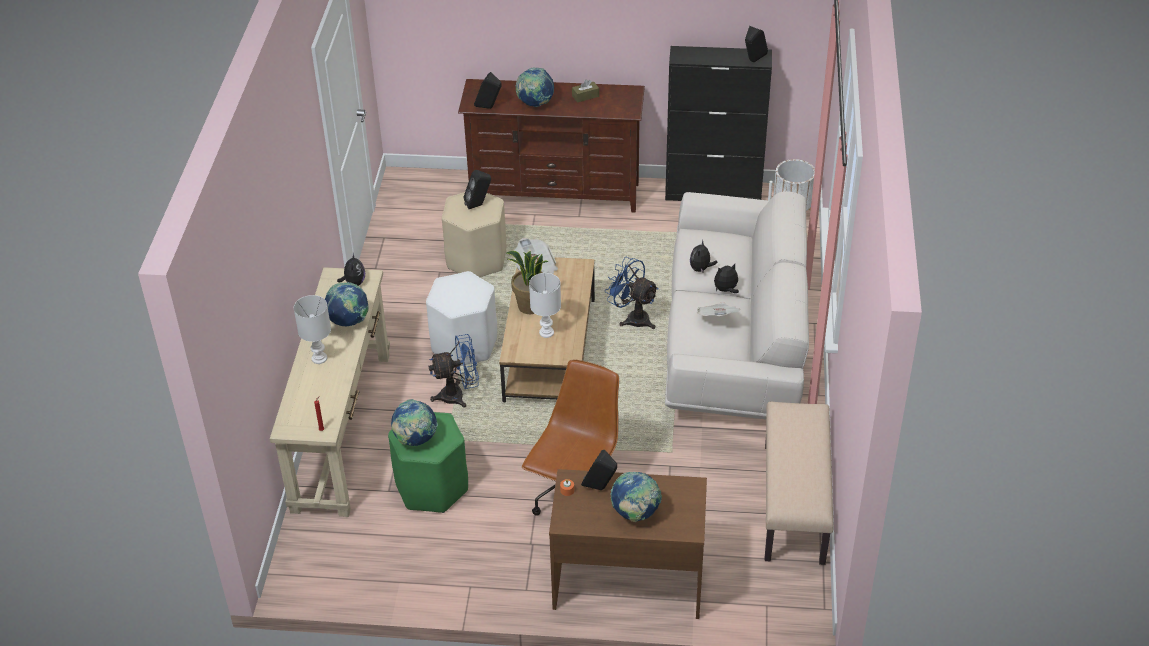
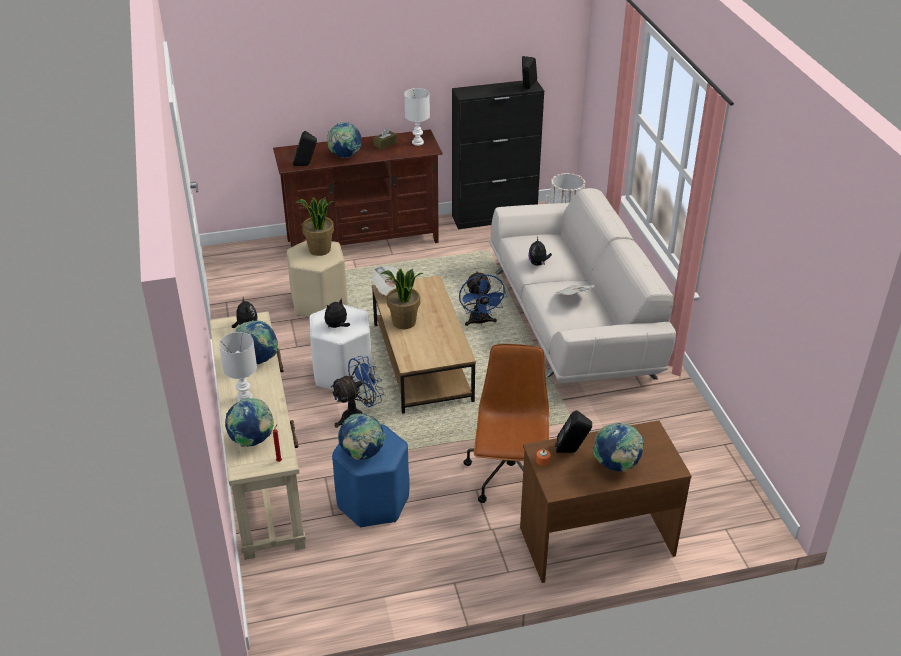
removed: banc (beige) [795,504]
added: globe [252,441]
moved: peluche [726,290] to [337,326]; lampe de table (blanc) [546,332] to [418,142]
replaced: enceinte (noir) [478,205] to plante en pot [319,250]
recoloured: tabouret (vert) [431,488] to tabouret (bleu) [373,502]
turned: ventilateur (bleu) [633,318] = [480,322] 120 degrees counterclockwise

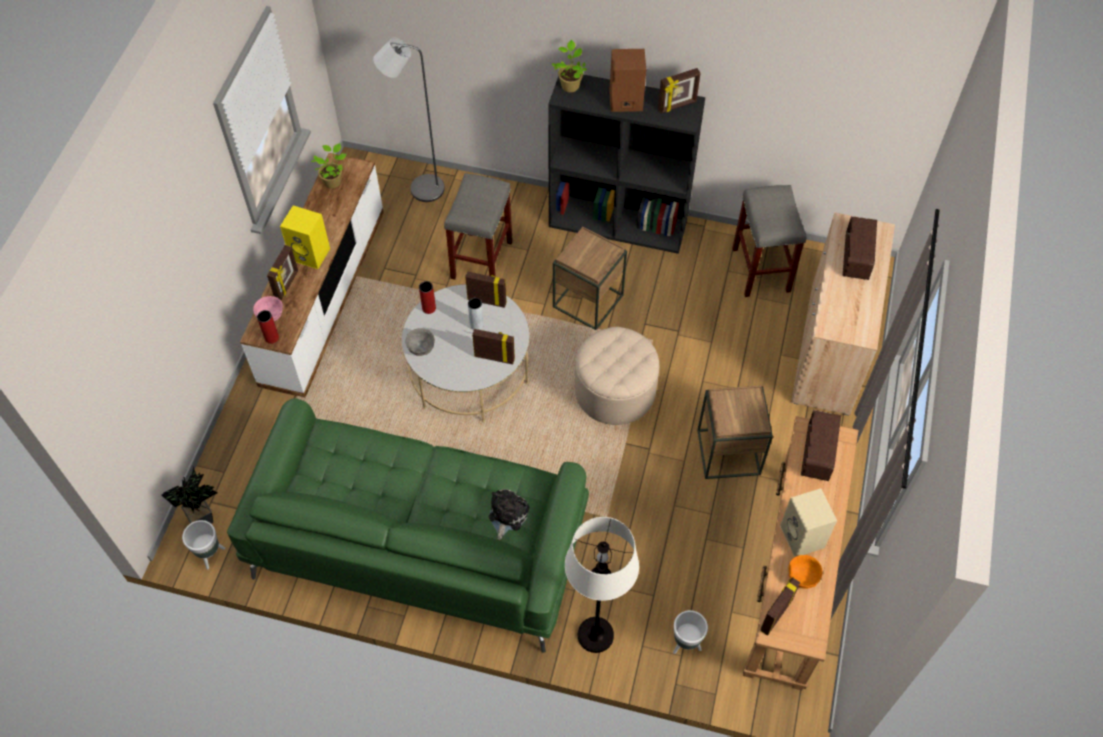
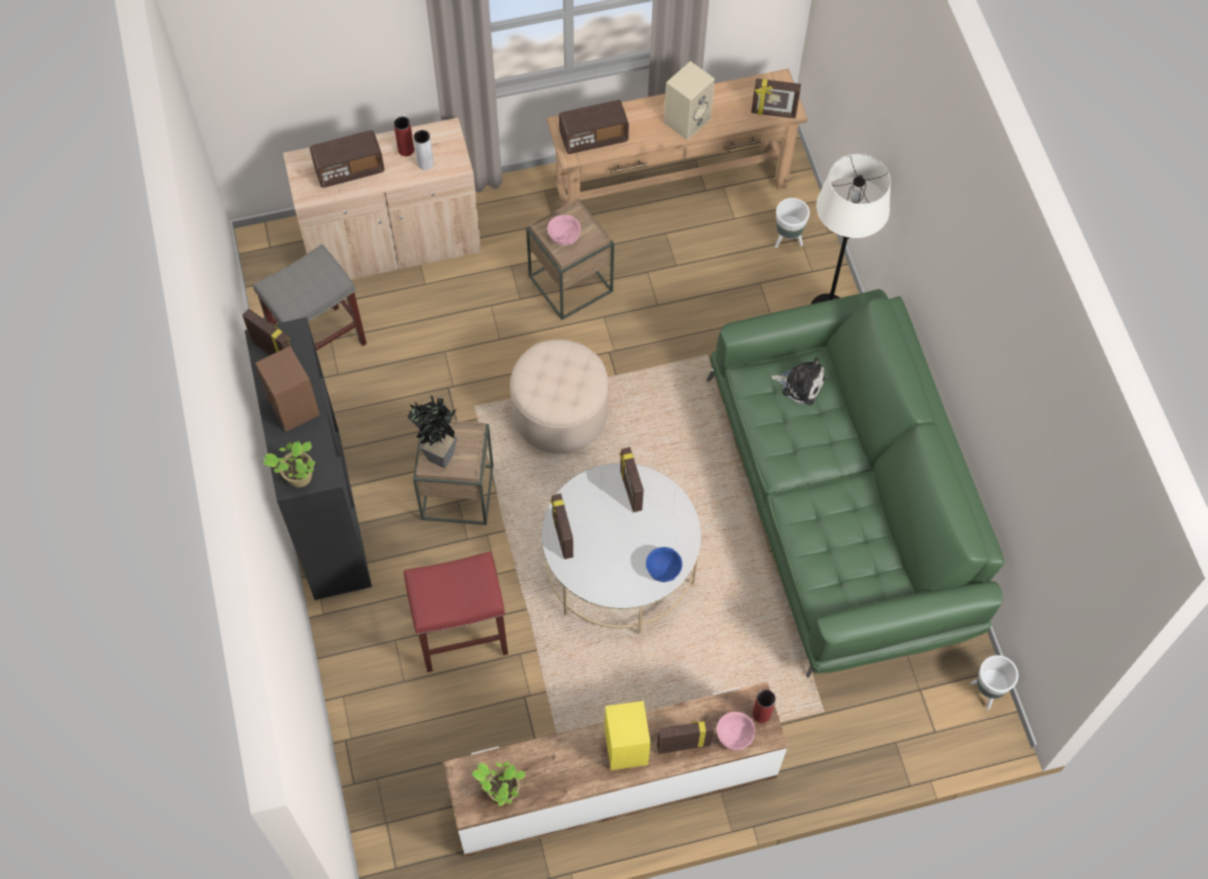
removed: lampadaire (gris) [420,189]; bol (orange) [803,576]
added: bol (rose) [564,236]
moved: vase (rouge) [429,308] to [406,150]; plante en pot [206,520] to [438,453]; vase (gris) [476,324] to [425,163]
recoloured: tabouret (gris) [482,261] to tabouret (rouge) [463,634]; bol (gris) [421,347] to bol (bleu) [663,569]
turned: peluche [507,515] = [800,384] 150 degrees counterclockwise

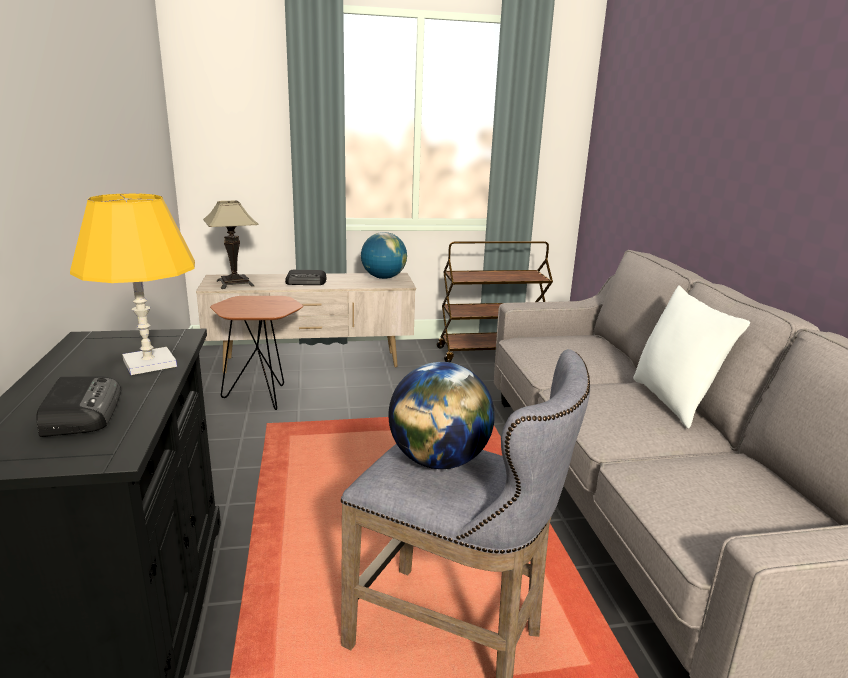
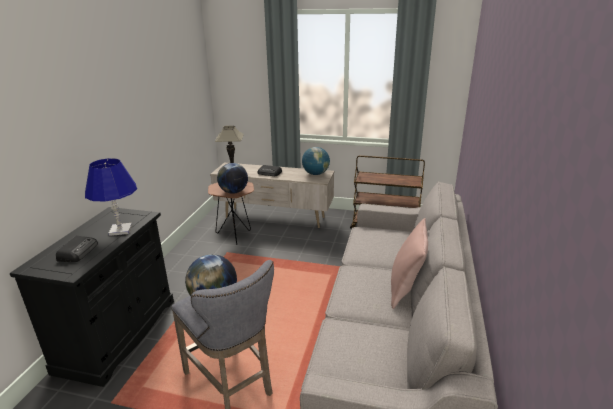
added: globe [233,192]
recoloured: lampe de table (jaune) [149,363] to lampe de table (bleu) [120,230]; coussin (blanc) [673,401] to coussin (rose) [406,289]

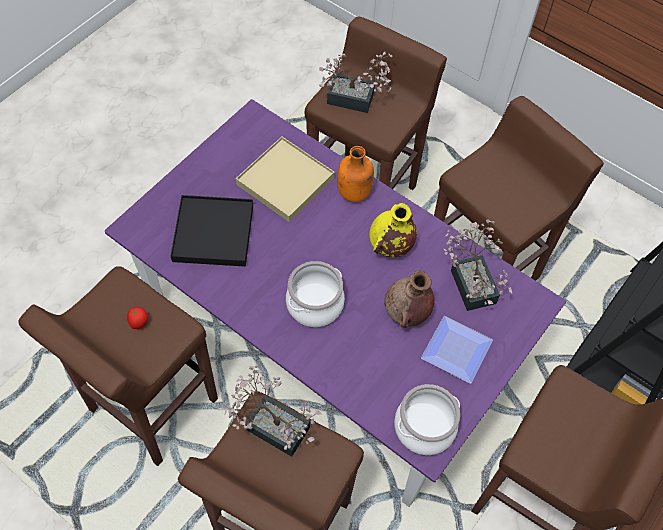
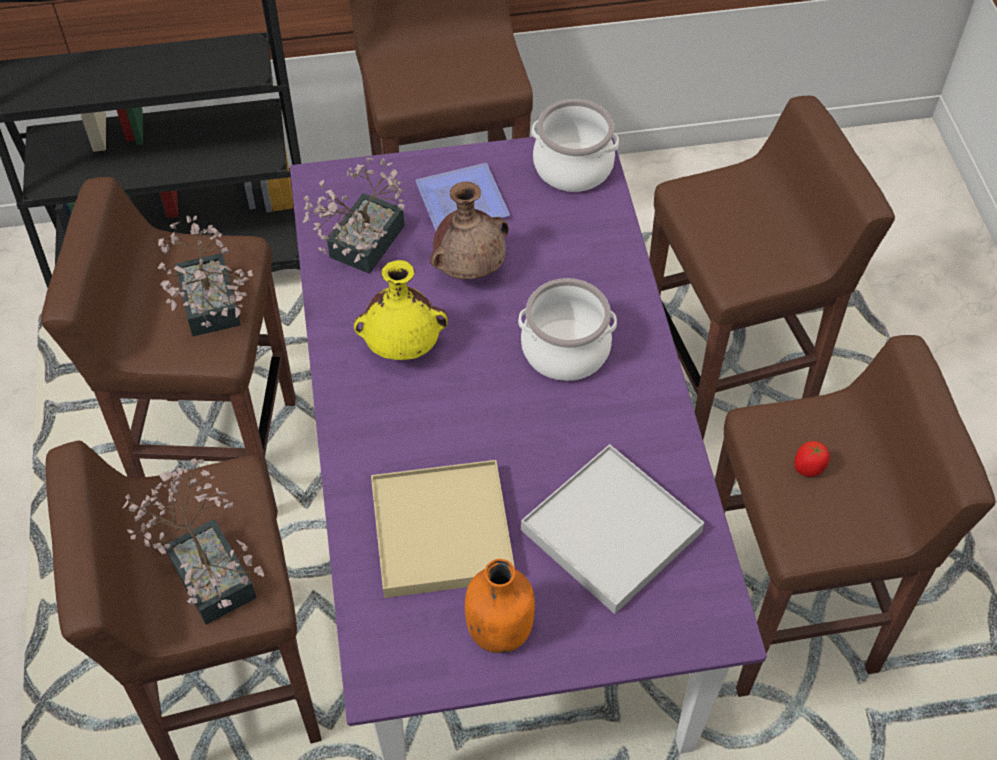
moved: plante en pot [272,424] to [211,311]; bouteille (orange) [354,193] to [500,629]
recoloured: plateau (noir) [213,233] to plateau (blanc) [611,531]

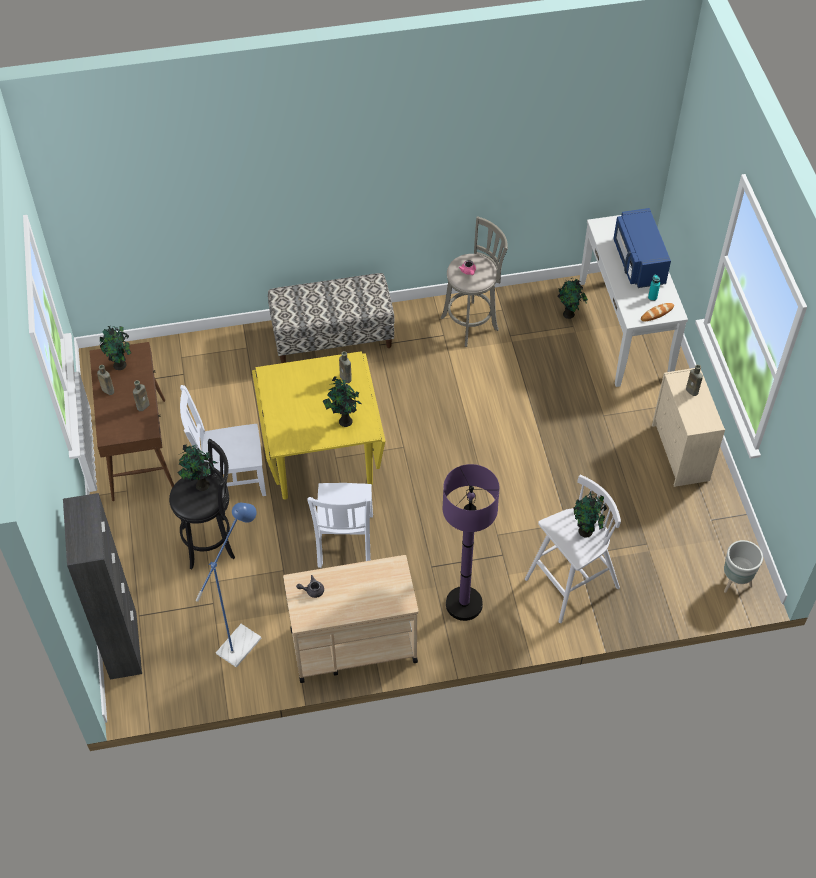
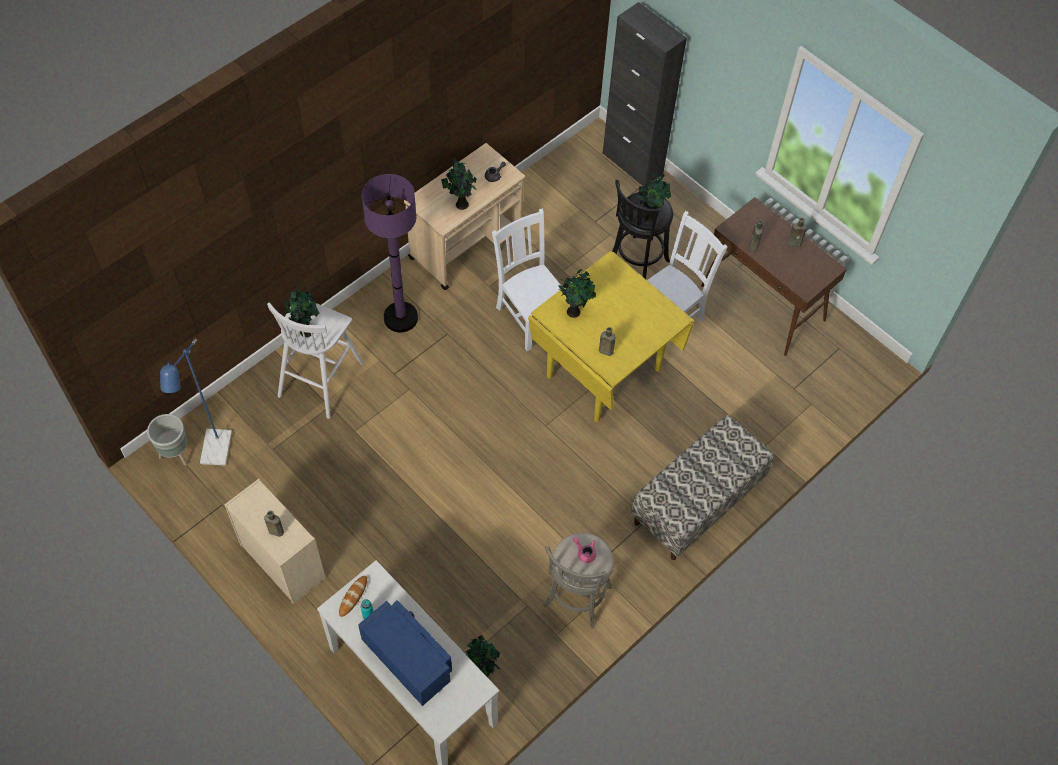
moved: lampadaire (bleu) [244,639] to [215,455]; plante en pot [120,365] to [460,204]

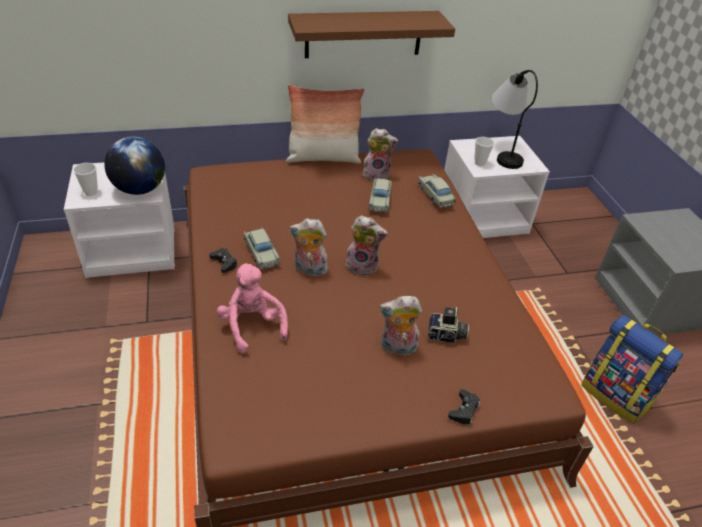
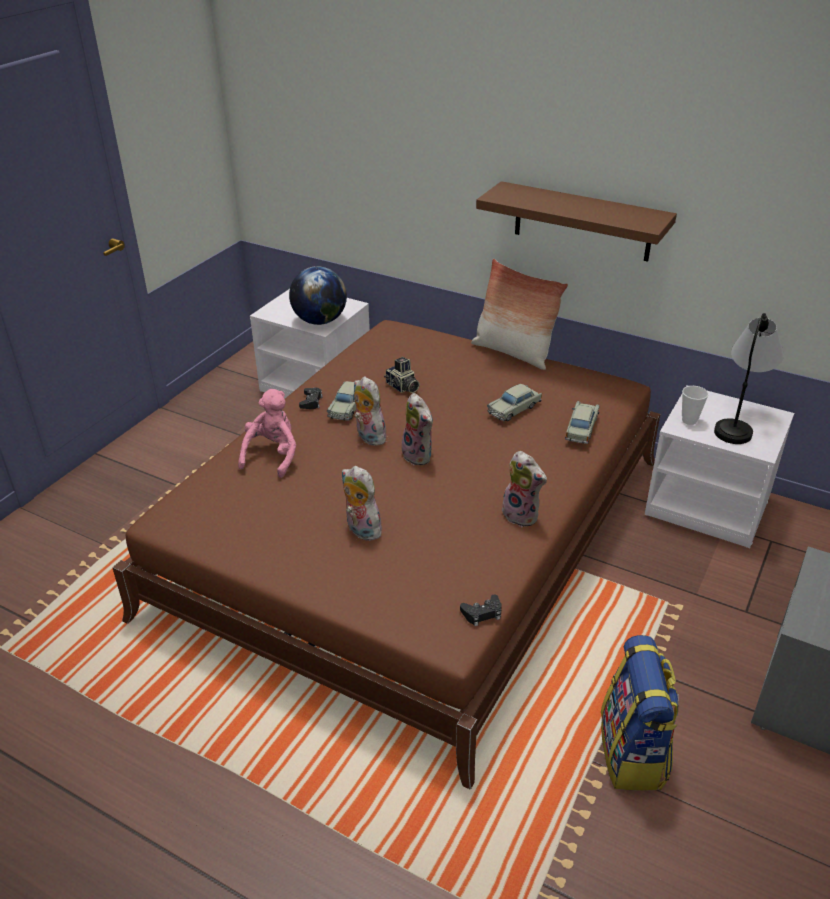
removed: tasse [91,192]
moved: appareil photo [446,336] to [402,387]; manette (noir) [464,410] to [482,613]; peluche [377,175] to [522,515]

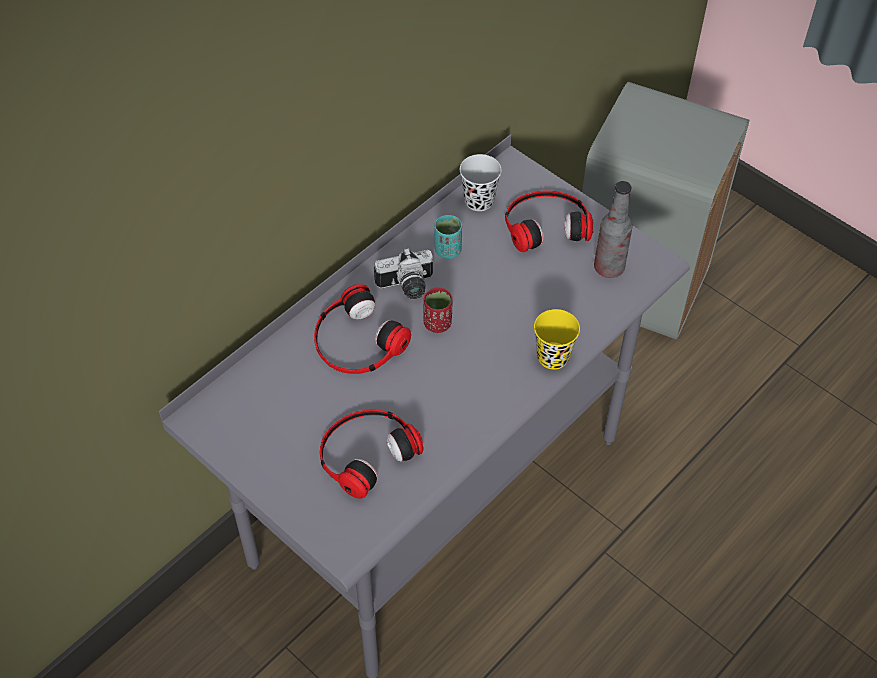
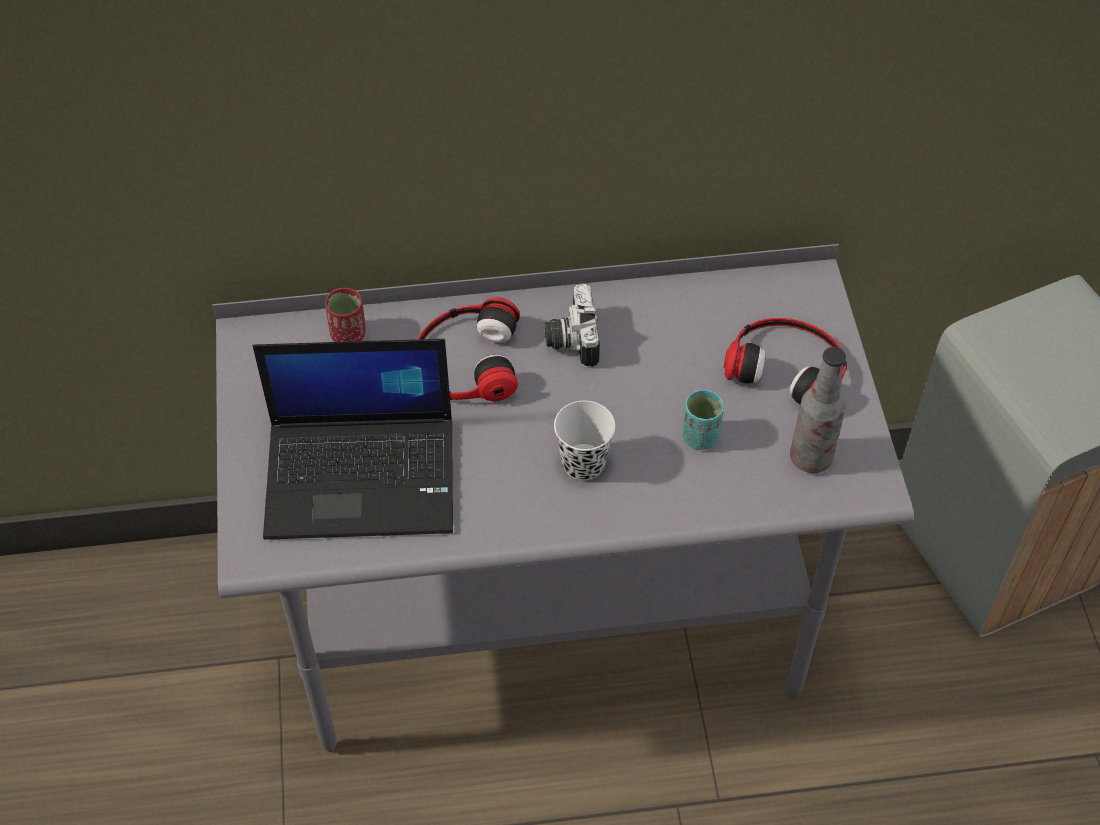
removed: tasse (jaune) [553,357]
moved: tasse (rouge) [437,323] to [348,334]; tasse (noir) [479,201] to [583,463]; tasse (turquoise) [447,250] to [700,437]
replaced: casque audio [365,452] to ordinateur portable [363,476]
turned: appareil photo [407,287] = [570,339] 60 degrees clockwise

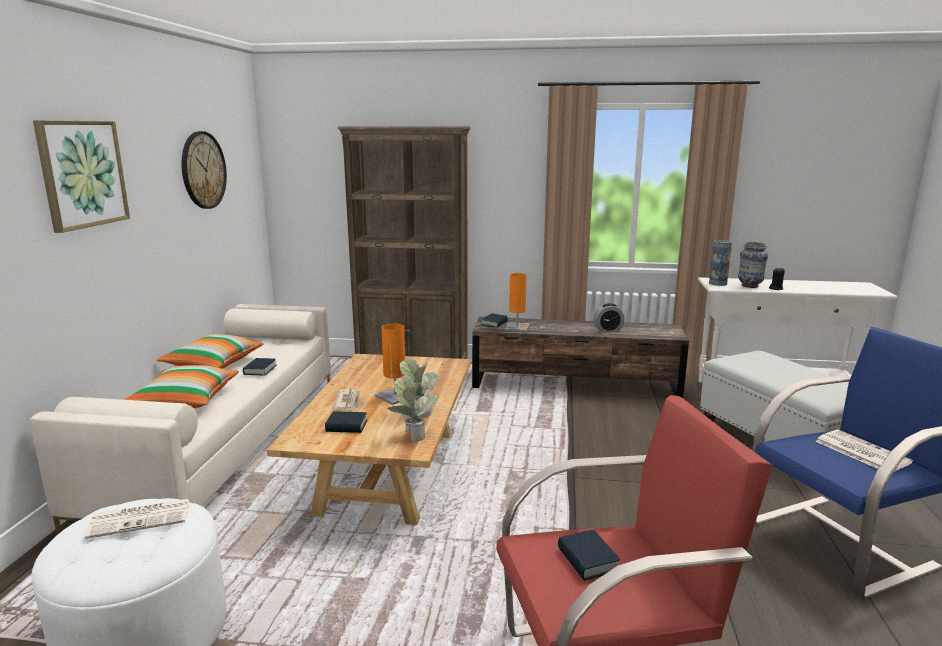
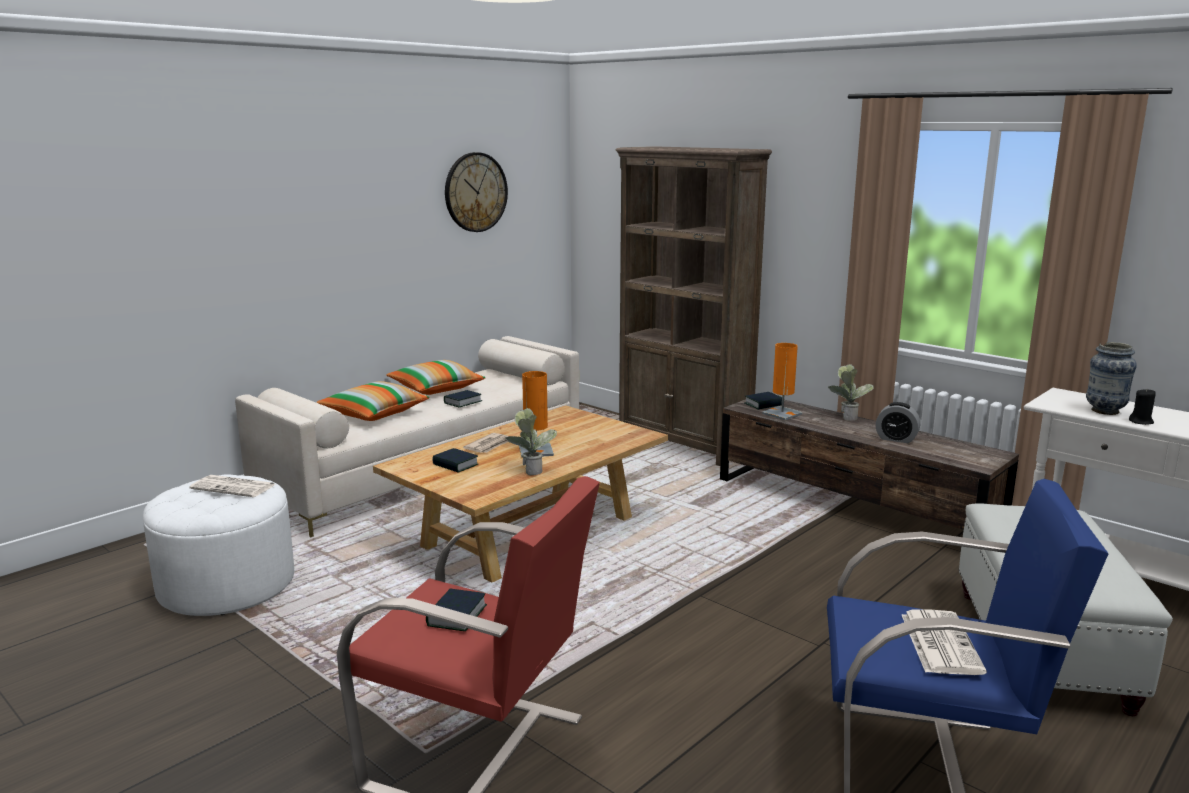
removed: tableau [82,174]; vase [717,283]
moved: plante en pot [412,435] to [847,417]

